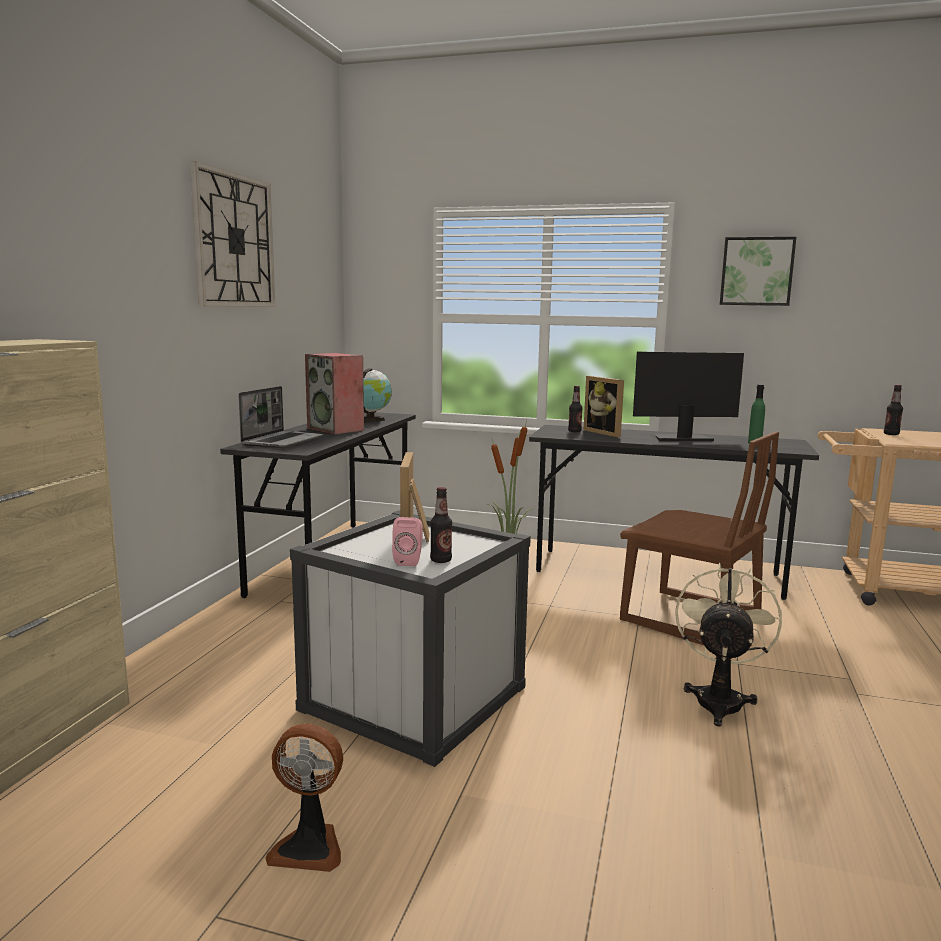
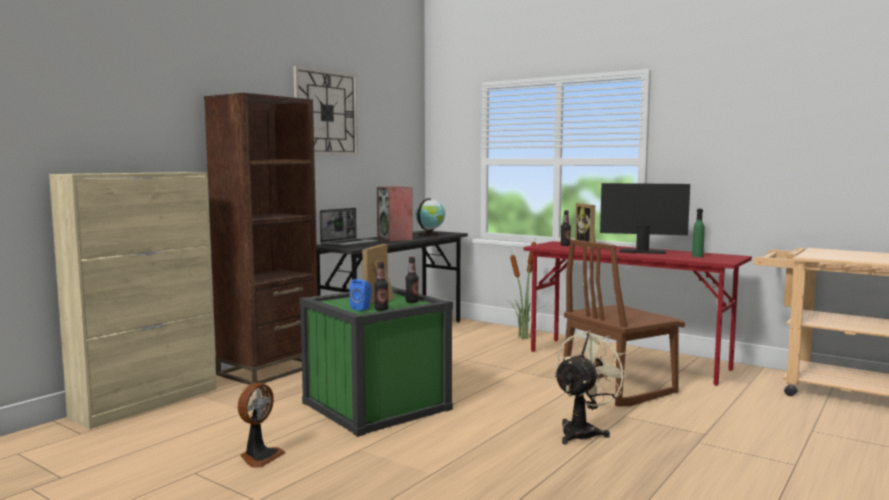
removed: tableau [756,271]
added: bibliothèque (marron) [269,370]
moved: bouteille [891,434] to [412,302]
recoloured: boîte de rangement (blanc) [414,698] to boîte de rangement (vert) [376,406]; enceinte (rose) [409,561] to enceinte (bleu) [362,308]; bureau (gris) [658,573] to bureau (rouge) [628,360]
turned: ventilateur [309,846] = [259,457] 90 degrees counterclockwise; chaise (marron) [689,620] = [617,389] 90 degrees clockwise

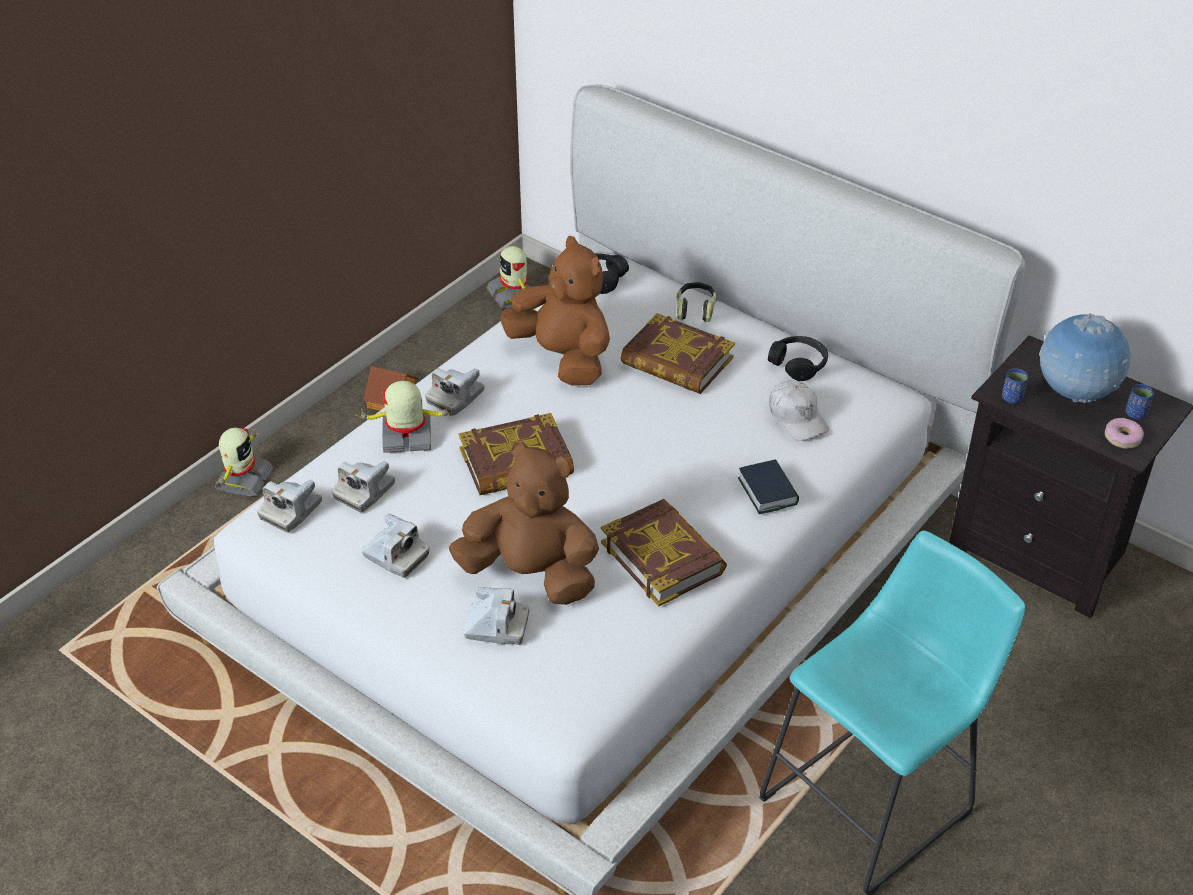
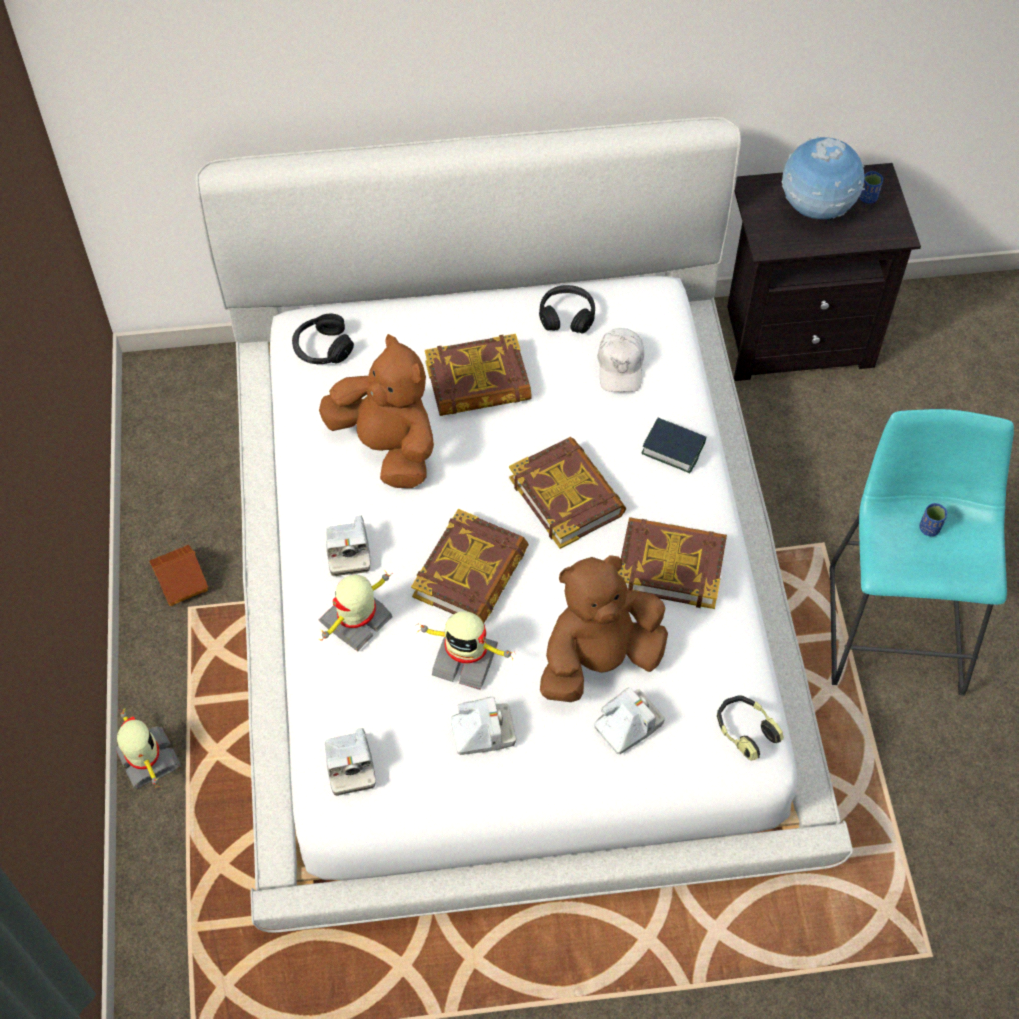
removed: appareil photo [364,491]; beignet [1122,438]
added: livre [567,496]
moved: robot jouet [513,294] to [465,659]; casque audio [695,309] to [745,731]; tasse (bleu) [1012,398] to [929,528]
turned: peluche (marron) [563,358] = [387,447] 45 degrees clockwise; casquette (blanc) [797,418] = [620,366] 75 degrees clockwise

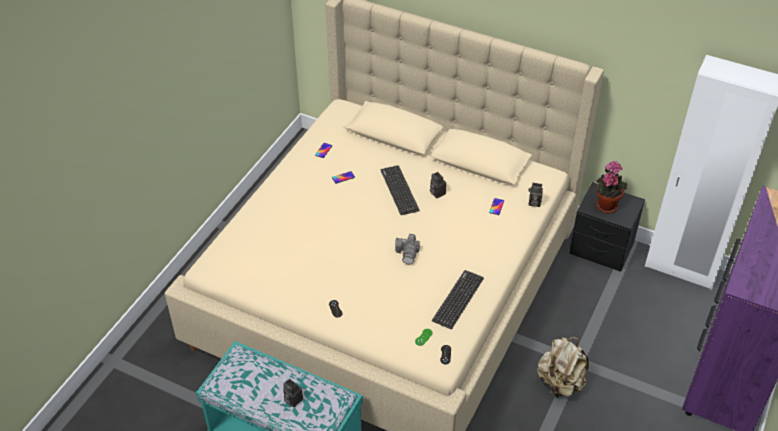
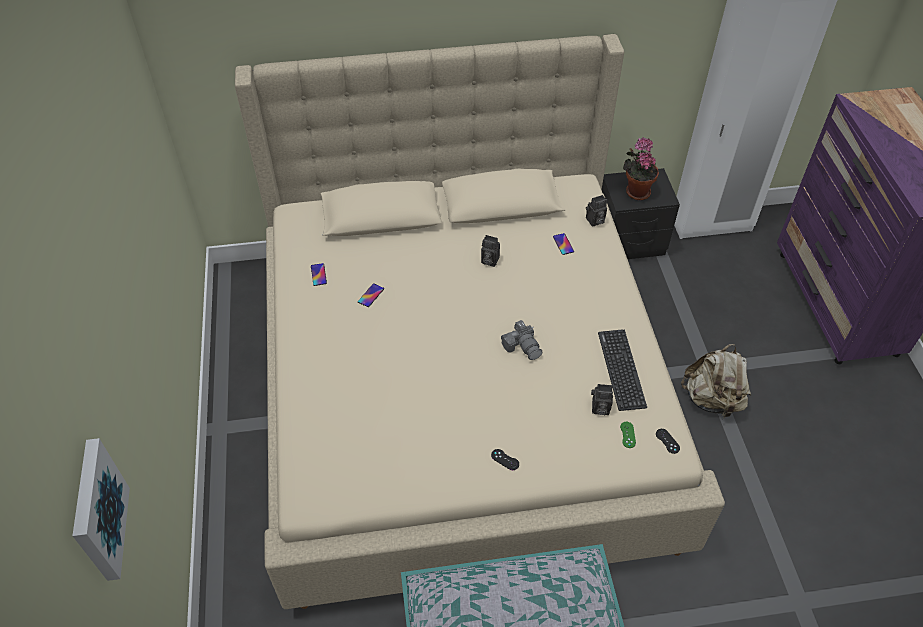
removed: clavier [399,190]
added: tableau [96,510]
moved: appareil photo [292,400] to [599,408]

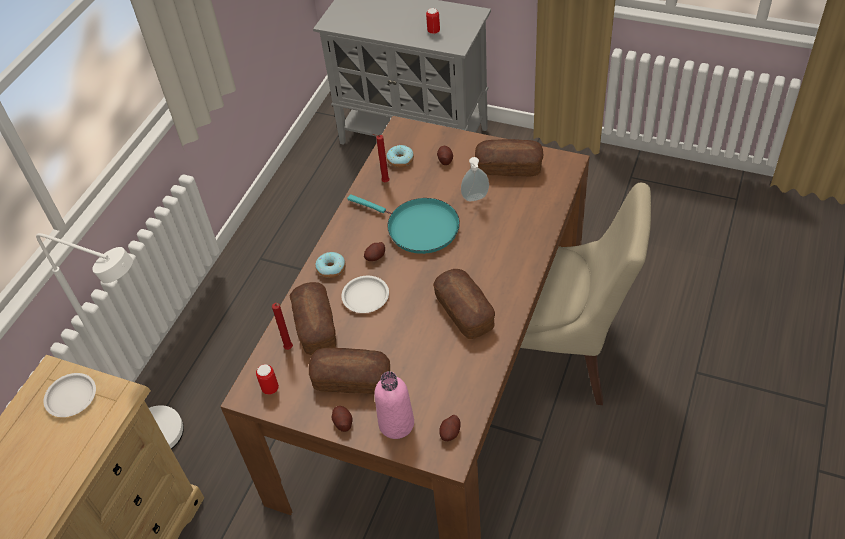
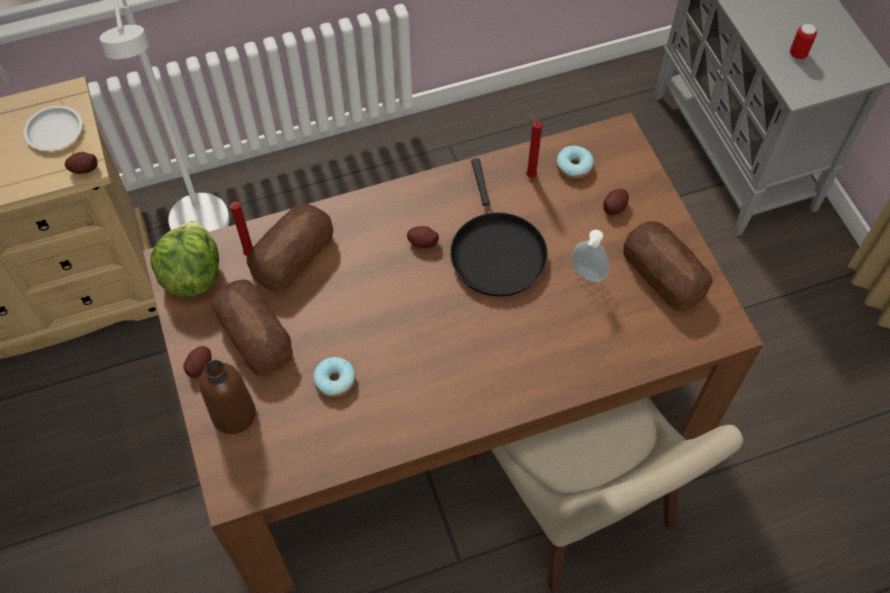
removed: assiette (blanc) [365,297]; pain [464,312]
moved: pomme de terre [450,433] to [84,169]; beignet [331,269] to [335,381]
replaced: boîte métallique [270,388] to laitue [192,275]
recoloured: bouteille (rose) [396,424] to bouteille (marron) [234,414]; poêle (turquoise) [418,228] to poêle (noir) [496,252]

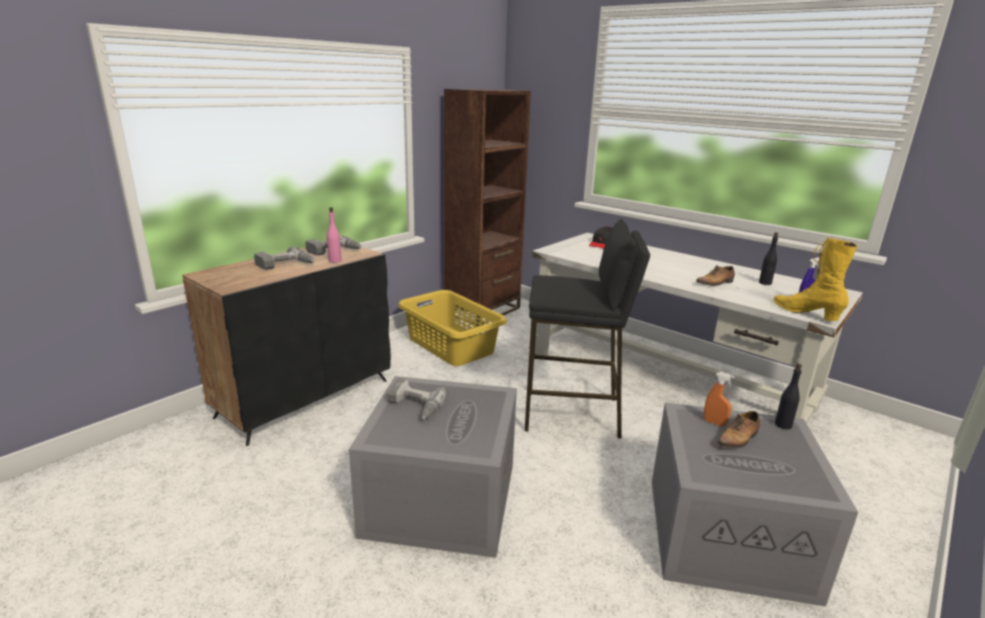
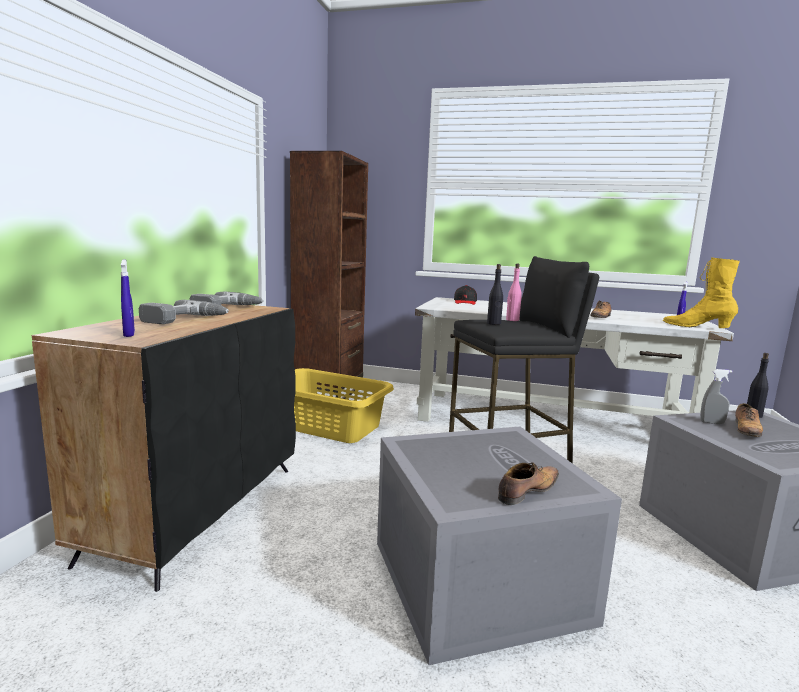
removed: perceuse [414,406]
added: vaporisateur (bleu) [129,334]; chaussure [527,491]
moved: bouteille (noir) [765,283] to [494,323]; bouteille (rose) [334,261] to [512,320]
recoloured: vaporisateur (orange) [714,423] to vaporisateur (gris) [712,422]

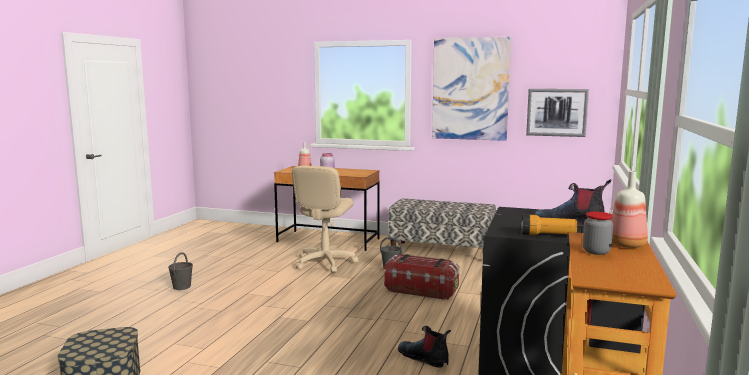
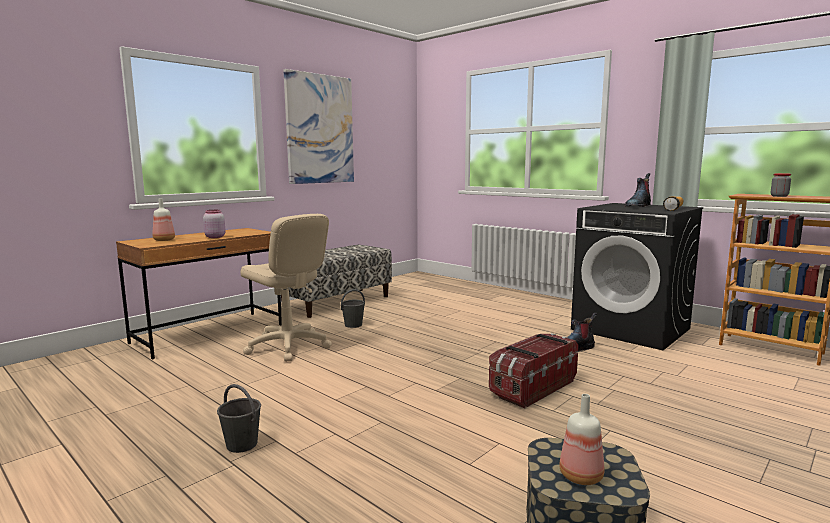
removed: tableau [556,112]
moved: boîte de rangement [421,290] to [532,387]; bouteille [627,244] to [580,475]

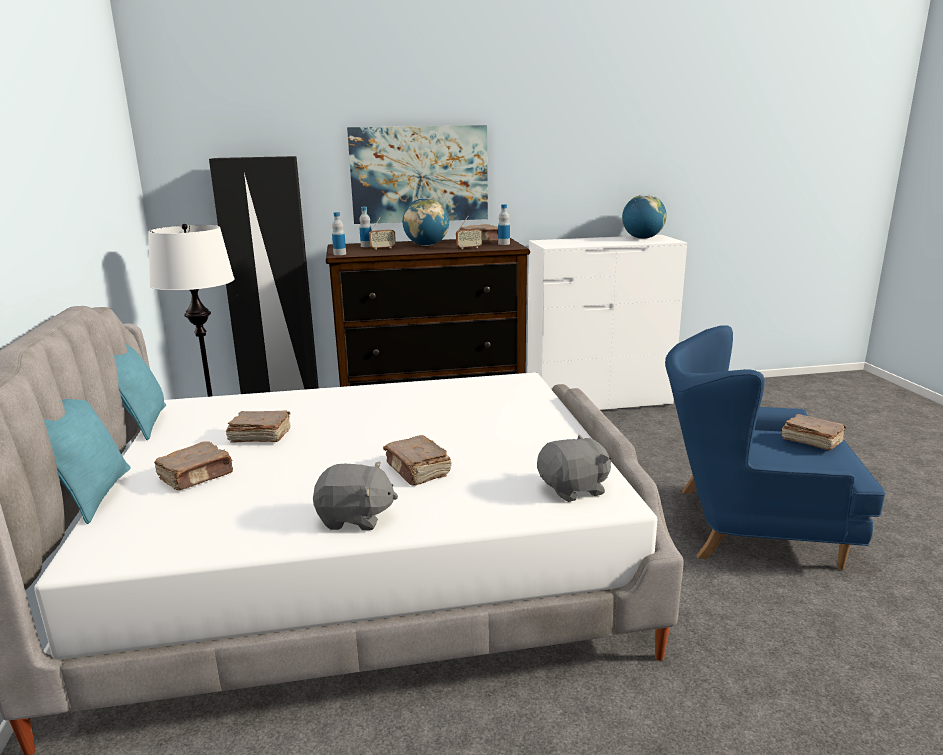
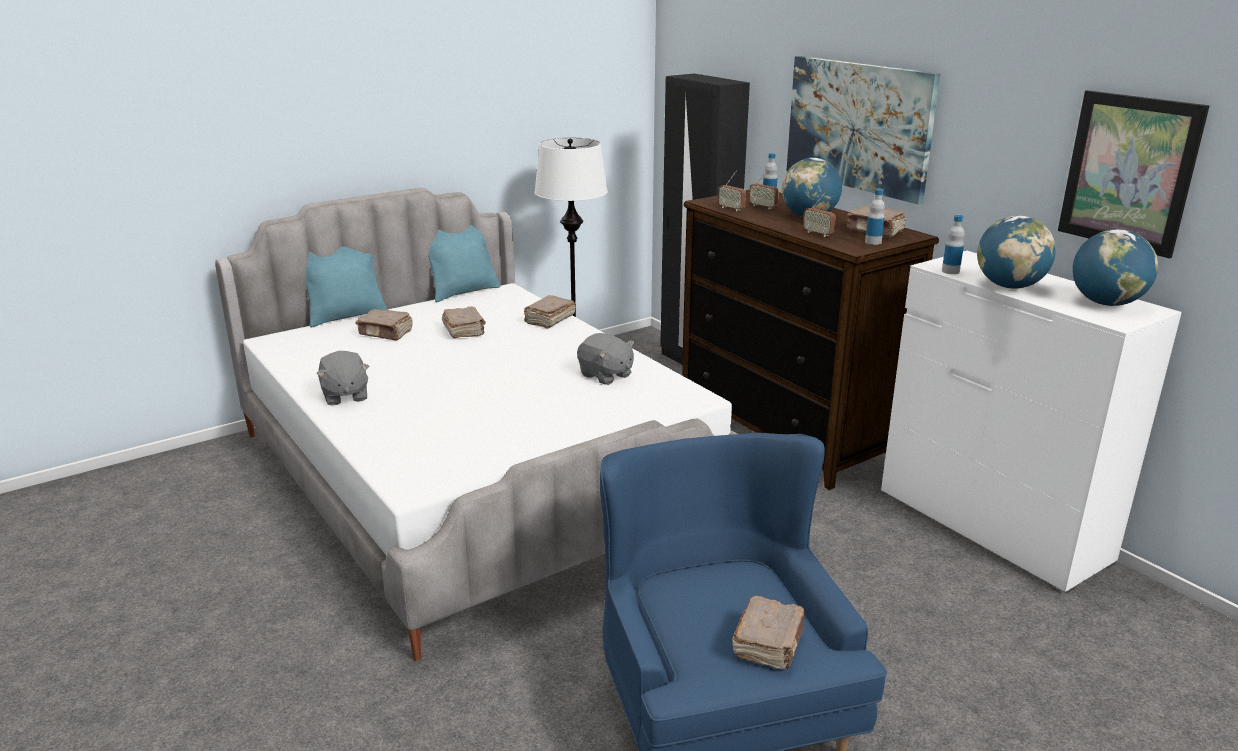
added: radio [731,208]; globe [1009,286]; tableau [1129,172]
moved: livre (marron) [417,470] to [549,320]; peluche (gris) [574,489] to [605,375]; bouteille [339,254] to [950,271]

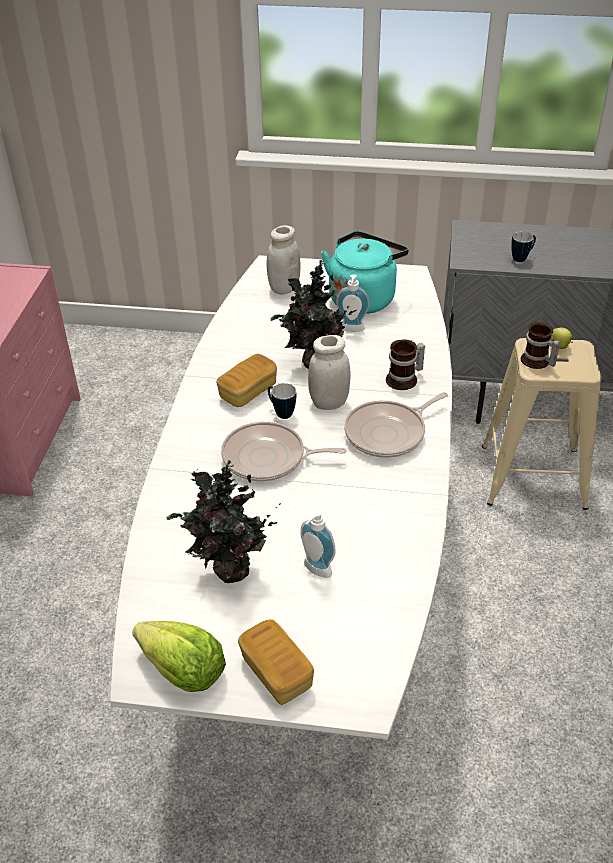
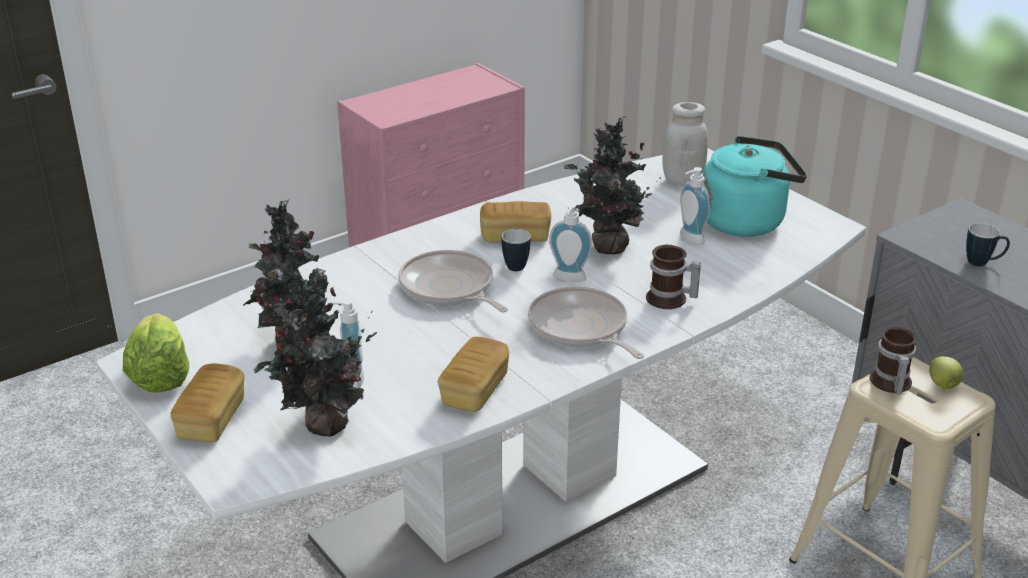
added: plante en pot [324,427]; pain [474,390]
replaced: bocal (blanc) [329,403] to distributeur de savon [568,279]
turned: poêle [388,433] = [580,328] 45 degrees clockwise

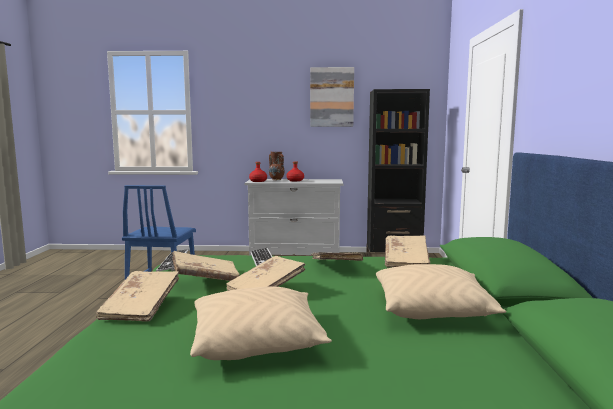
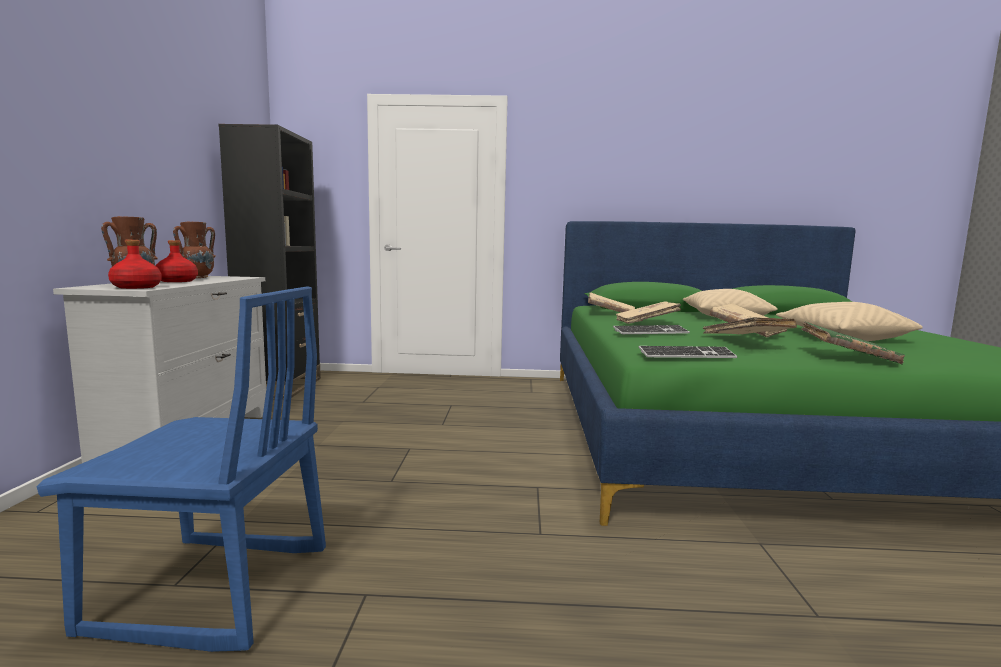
removed: tableau [331,97]
added: vase (marron) [197,277]
recoloured: livre (beige) [141,308] to livre (vert) [848,356]

